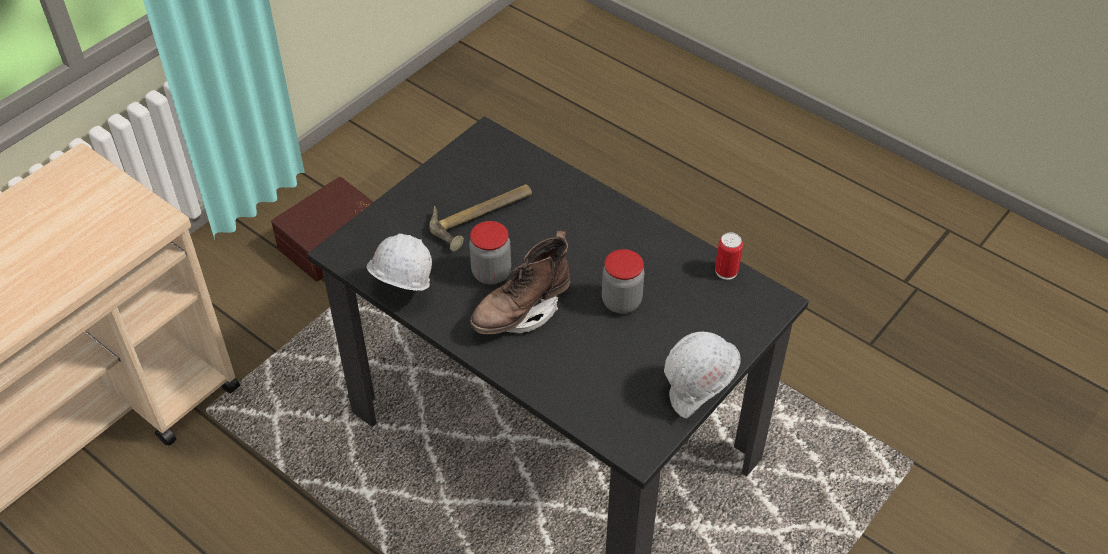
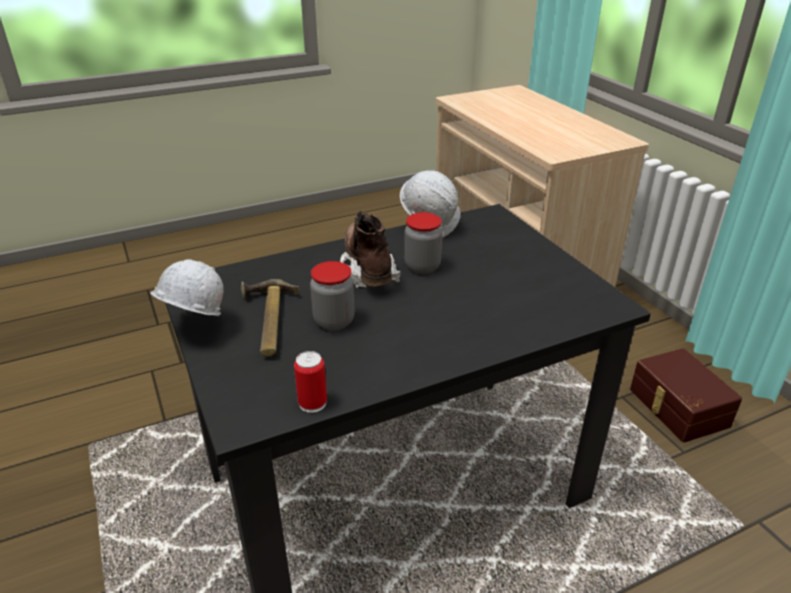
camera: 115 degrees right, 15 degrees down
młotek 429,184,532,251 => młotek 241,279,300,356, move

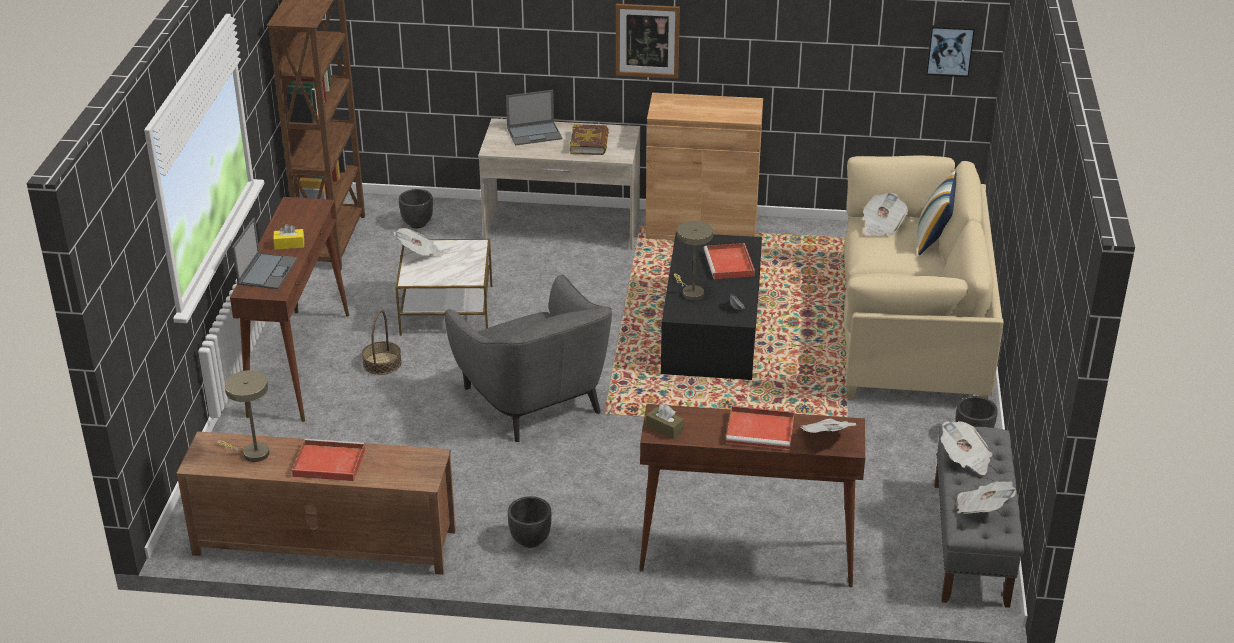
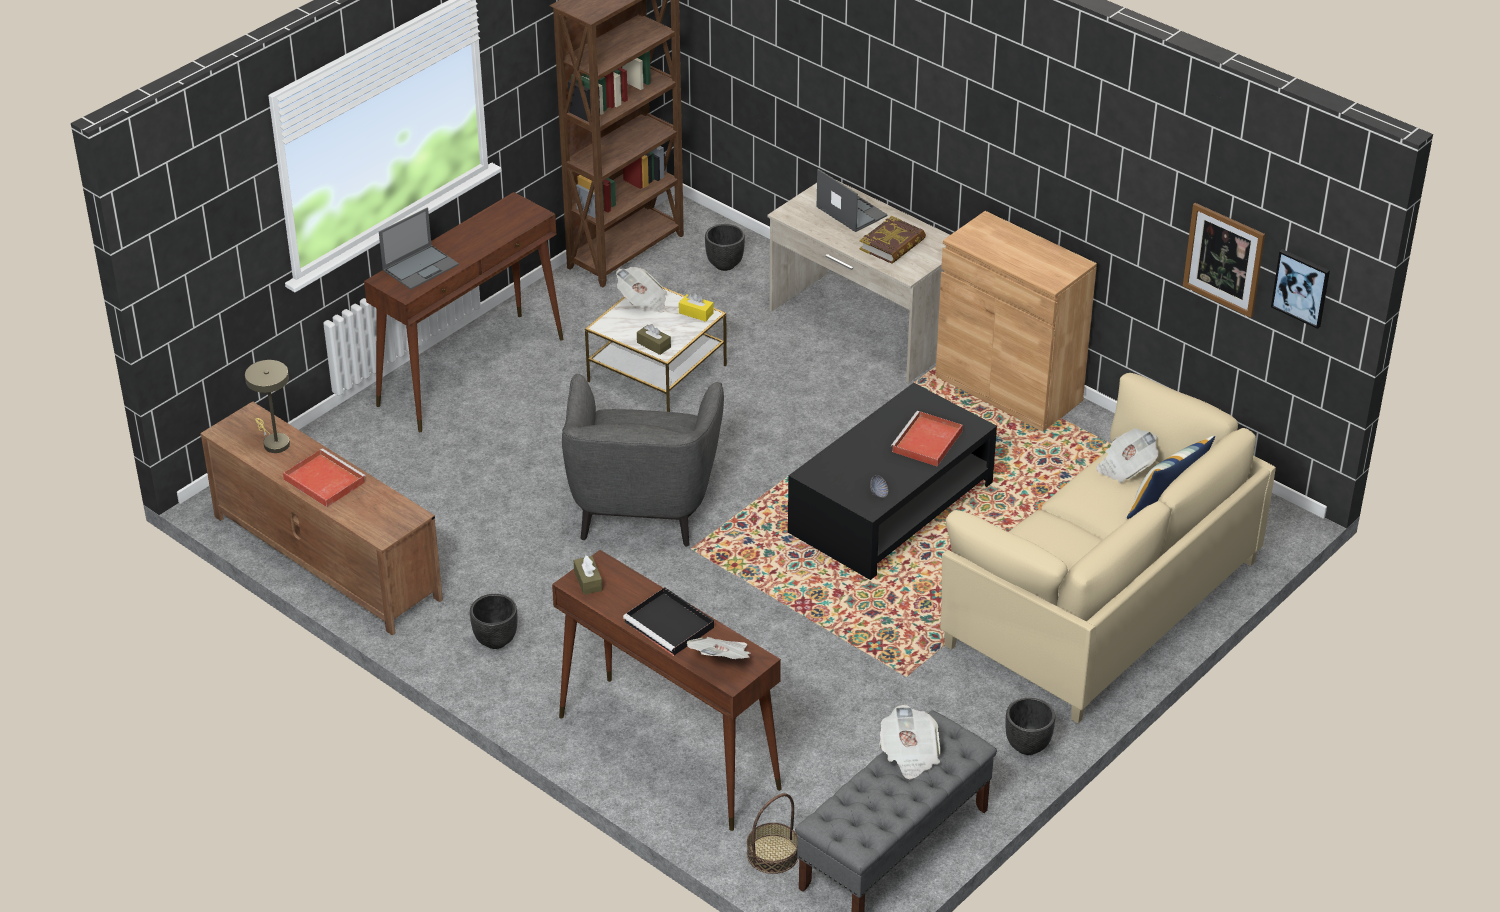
camera: 35 degrees right, 5 degrees up
obraz 616,4,680,79 => obraz 1183,203,1265,318, move
laptop 506,90,562,146 => laptop 816,169,888,232, 150 degrees counterclockwise
lampa stołowa (beżowy) 674,221,713,301 => nothing
pudełko chusteczek (żółty) 273,224,304,250 => pudełko chusteczek (żółty) 679,292,714,322, move
koszyk 362,310,402,375 => koszyk 747,793,798,874, move
taca (czerwony) 726,406,794,450 => taca (czarny) 623,587,714,656
gazeta 957,481,1016,514 => nothing
nothing => pudełko chusteczek (brązowy) 637,324,671,355

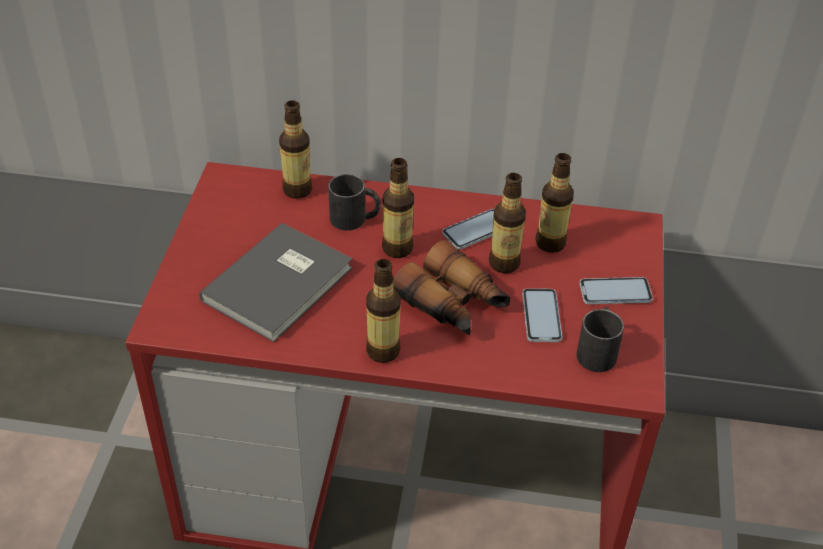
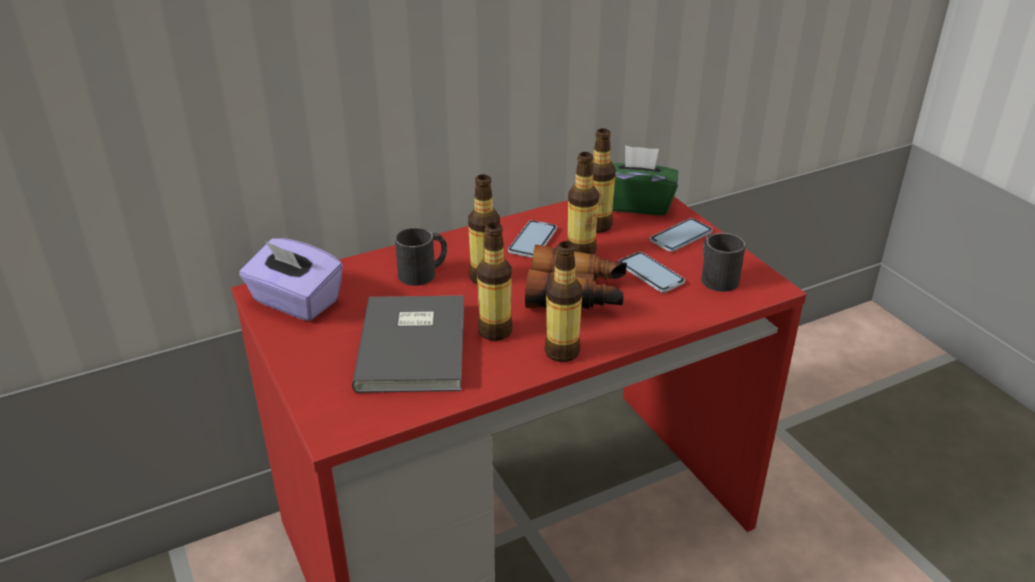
camera: 35 degrees left, 10 degrees down
butelka 279,100,312,199 => butelka 477,223,513,341, move
nothing => pudełko chusteczek (zielony) 612,145,678,215
nothing => pudełko chusteczek (fioletowy) 239,238,343,321

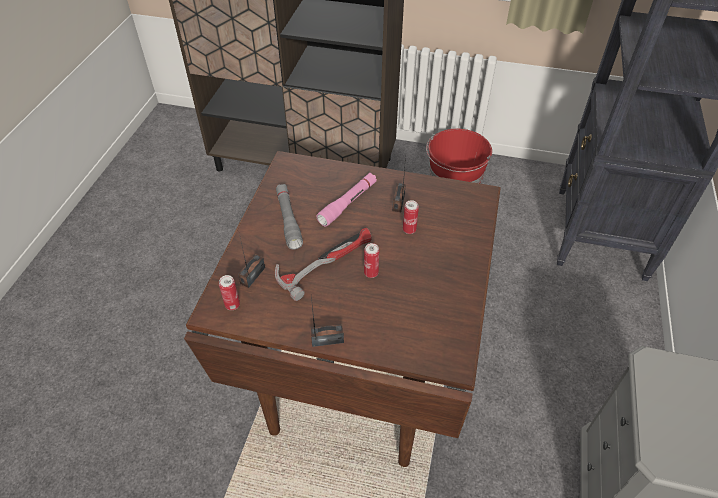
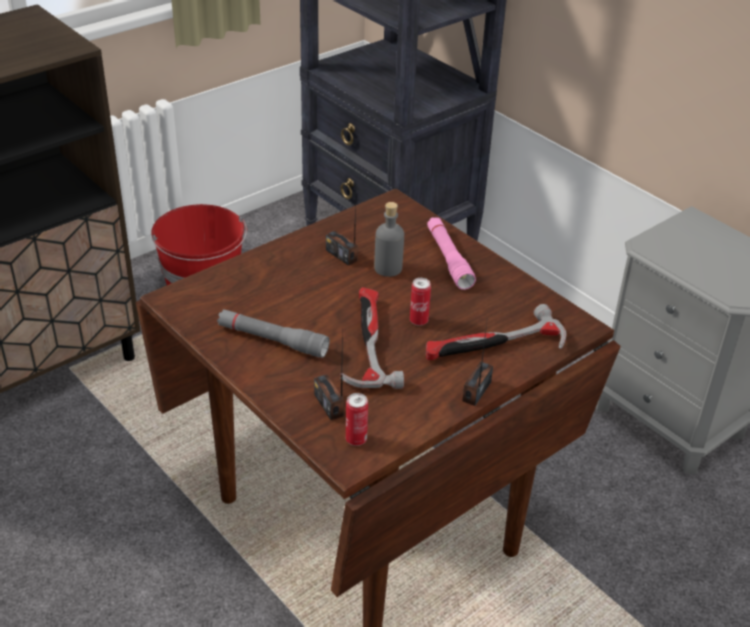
camera: 55 degrees left, 10 degrees down
latarka (różowy) 316,173,377,227 => latarka (różowy) 427,217,476,290, move
puszka 403,200,419,234 => butelka (szary) 374,202,404,277
nothing => młotek 426,304,567,360

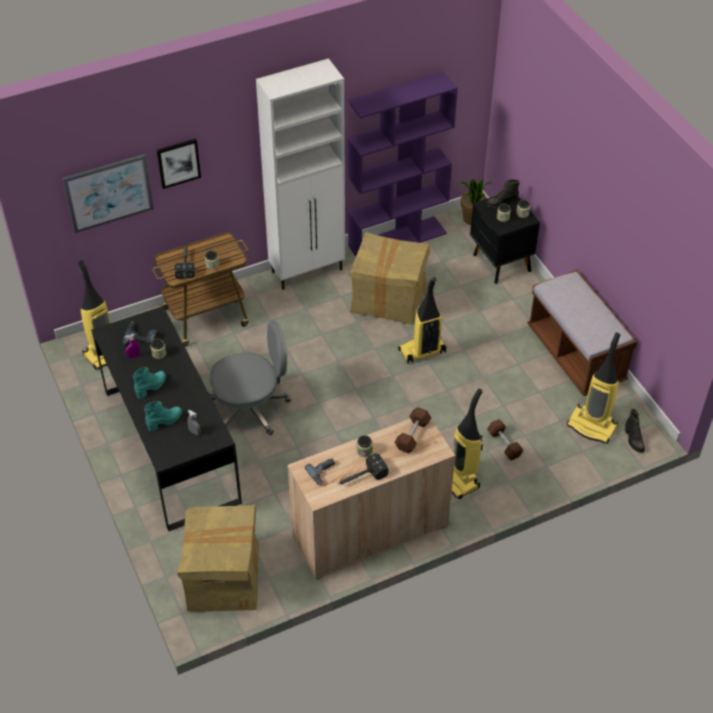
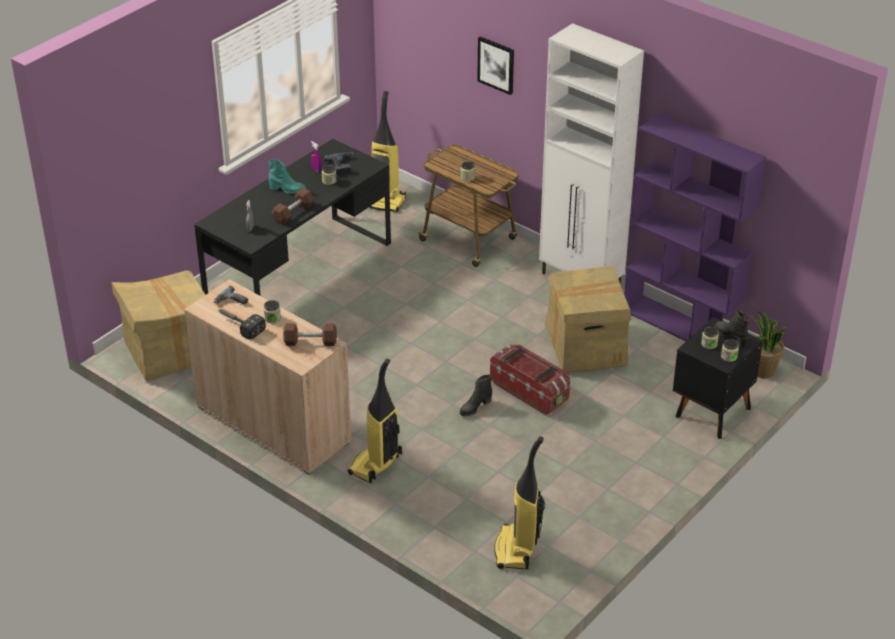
camera: 65 degrees right, 10 degrees down
obraz 62,154,154,233 => nothing
młotek 175,244,195,279 => nothing
ławka (brązowy) 528,270,637,396 => nothing
odkurzacz 398,277,446,364 => pojemnik do przechowywania 490,345,570,415
krzesło biurowe (szary) 209,321,291,436 => nothing
but z cholewką (turkusowy) 144,401,182,431 => nothing
but z cholewką (czarny) 625,409,645,453 => but z cholewką (czarny) 460,375,492,416, move
hantel (brązowy) 487,419,524,460 => hantel (brązowy) 272,188,314,224, move

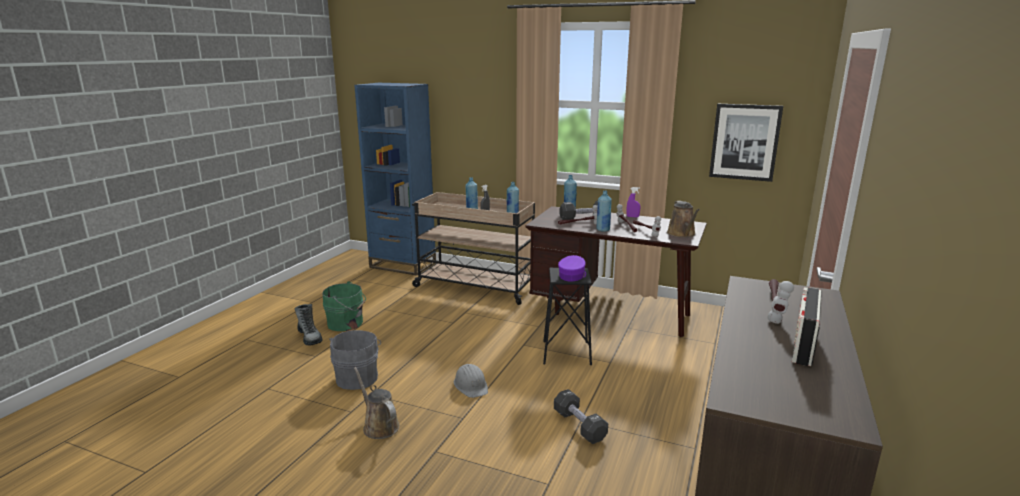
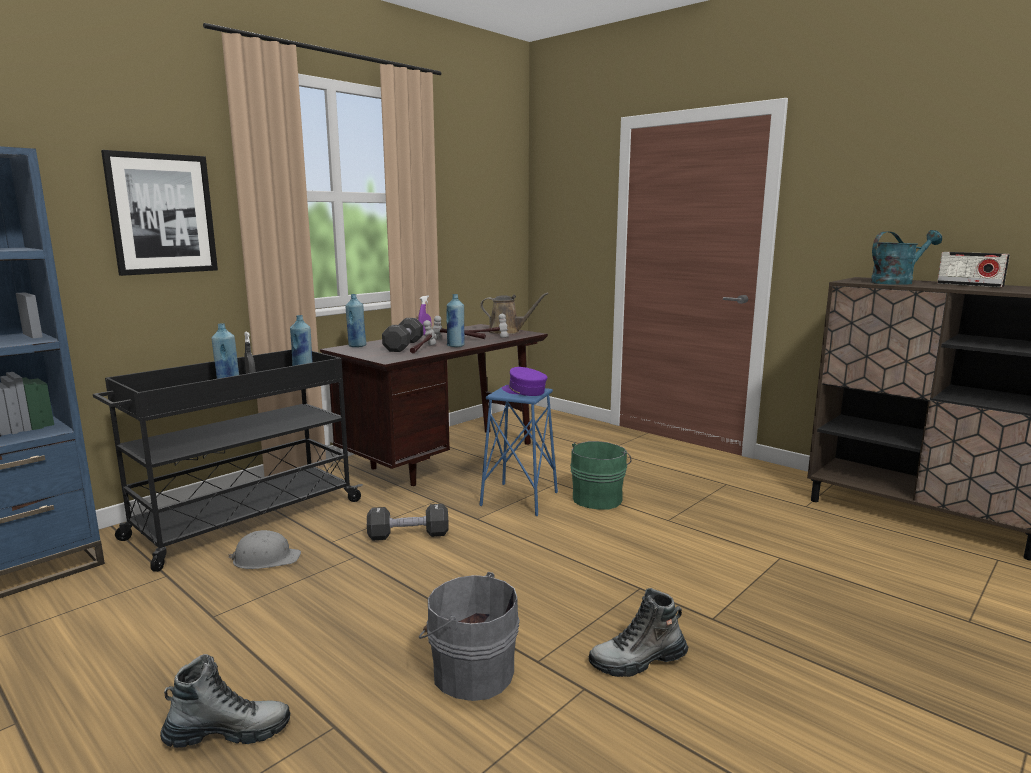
camera: 70 degrees left, 5 degrees down
obraz 709,104,783,182 => obraz 101,150,218,276, move
wózek (beżowy) 412,192,535,305 => wózek (czarny) 93,349,363,572
stołek (czarny) 543,268,592,365 => stołek (niebieski) 480,385,558,516
młotek 767,279,794,324 => konewka (turkusowy) 871,230,942,285
wiadro (zielony) 322,281,366,331 => wiadro (zielony) 570,441,632,510, move
kask (szary) 454,364,488,398 => kask (szary) 228,530,301,569, move
konewka (brązowy) 354,367,399,439 => but z cholewką 589,588,688,677
hantel (czarny) 554,389,608,444 => hantel (czarny) 367,504,449,541, move

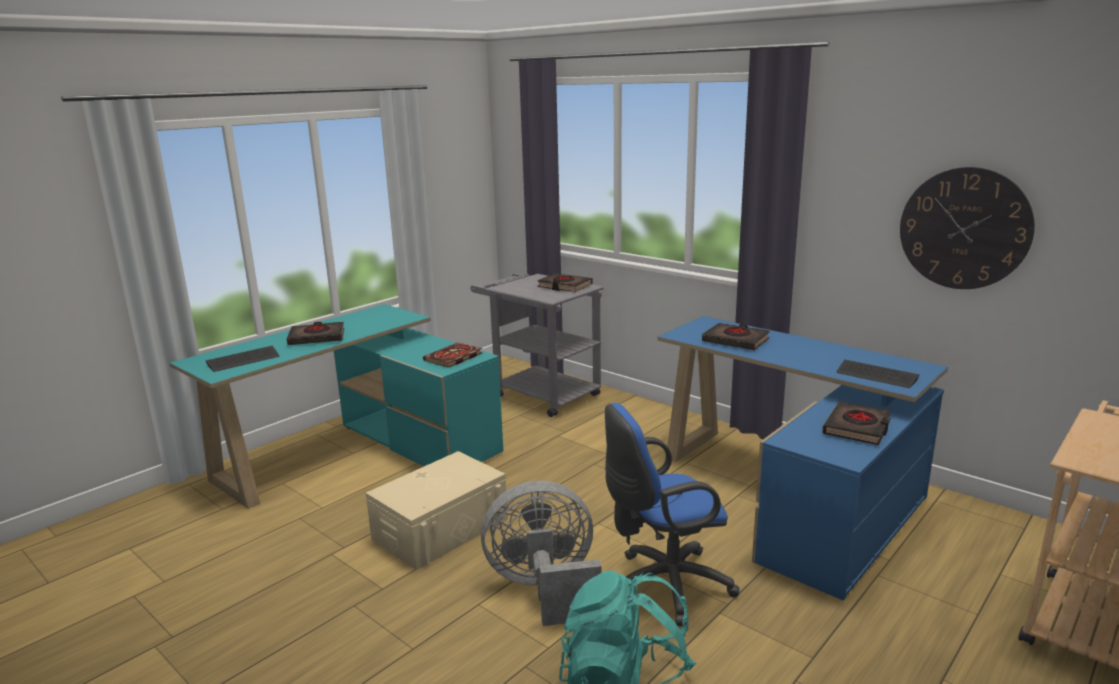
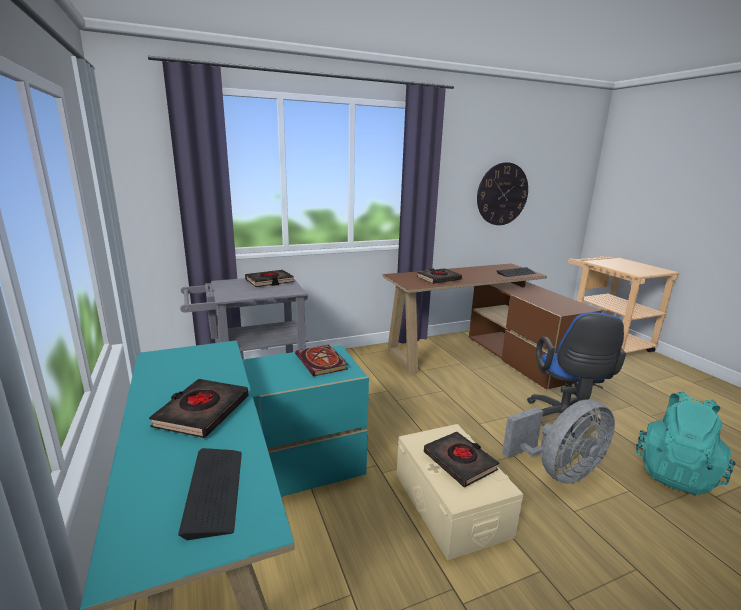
camera: 65 degrees left, 0 degrees up
biurko (niebieski) 657,316,948,601 => biurko (brązowy) 382,264,602,390
książka (czarny) 822,401,891,445 => książka (czarny) 424,432,499,487, move
wentylator (szary) 481,481,602,626 => wentylator (szary) 502,400,615,484, 135 degrees counterclockwise

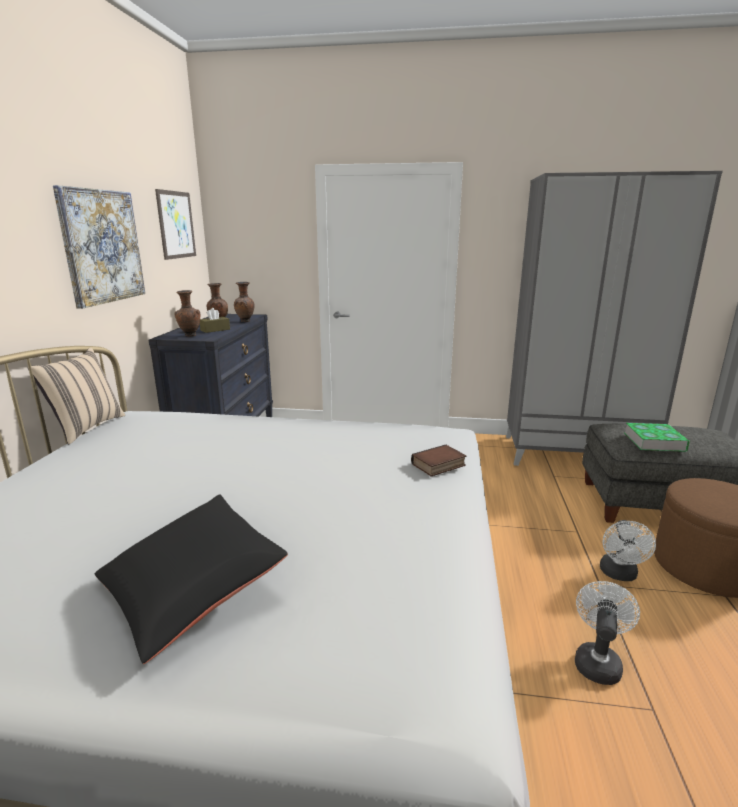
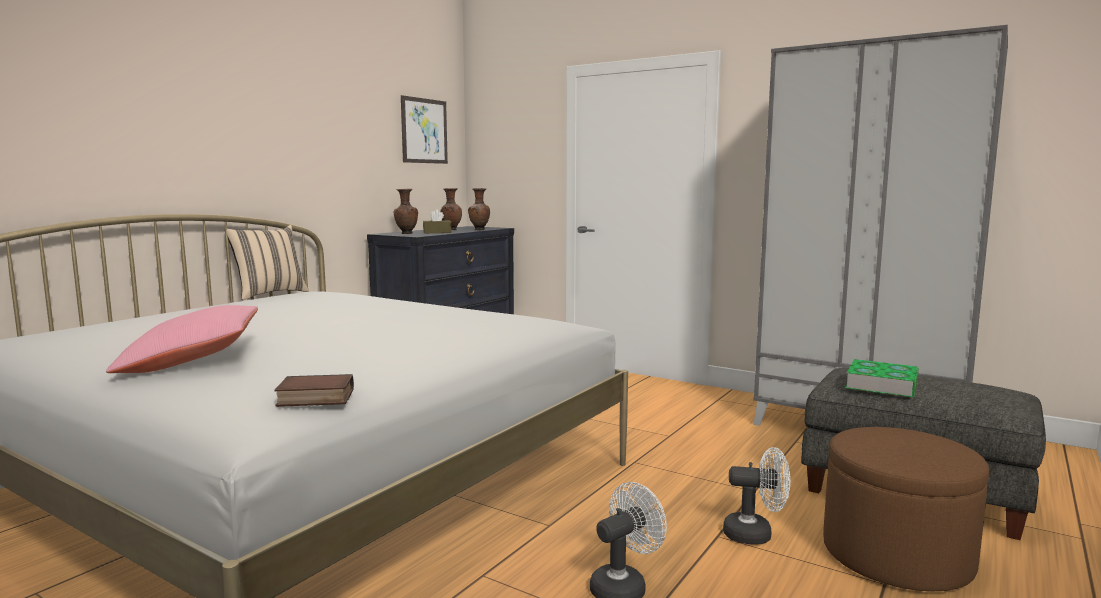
camera: 25 degrees right, 10 degrees down
obraz 53,185,145,309 => nothing
książka 411,445,466,477 => książka 274,374,354,407, move
poduszka (czarny) 95,494,288,664 => poduszka (różowy) 106,305,258,373
wentylator (biały) 600,520,656,581 => wentylator (biały) 723,447,790,545, 120 degrees counterclockwise

